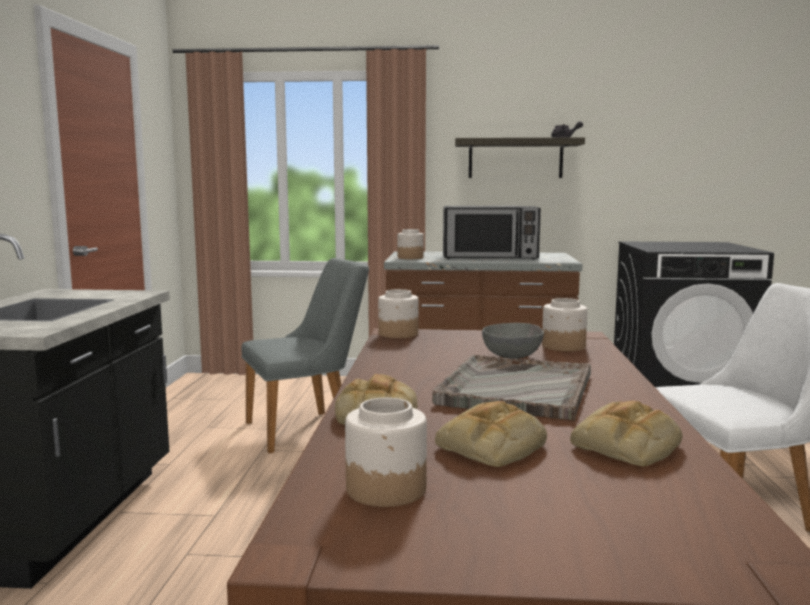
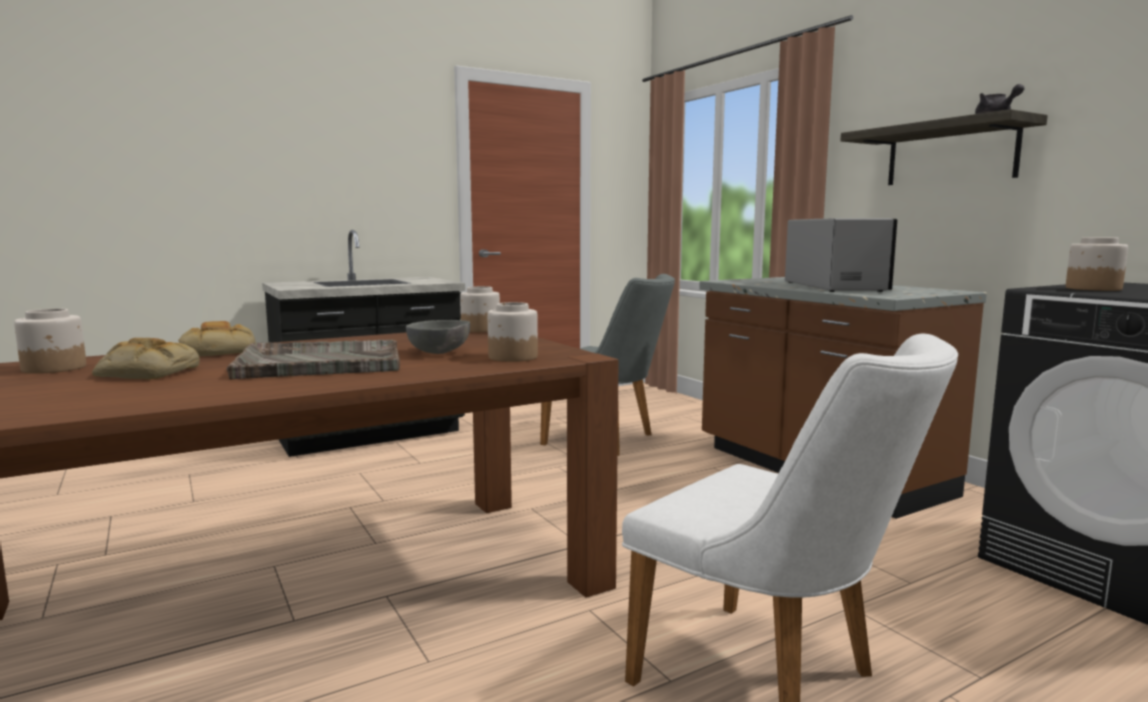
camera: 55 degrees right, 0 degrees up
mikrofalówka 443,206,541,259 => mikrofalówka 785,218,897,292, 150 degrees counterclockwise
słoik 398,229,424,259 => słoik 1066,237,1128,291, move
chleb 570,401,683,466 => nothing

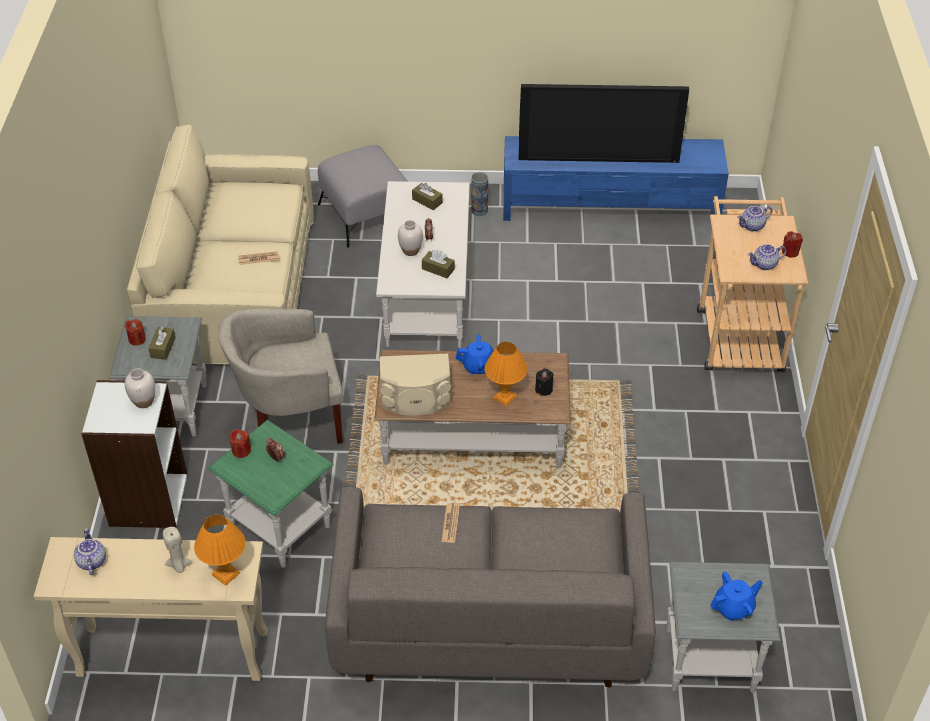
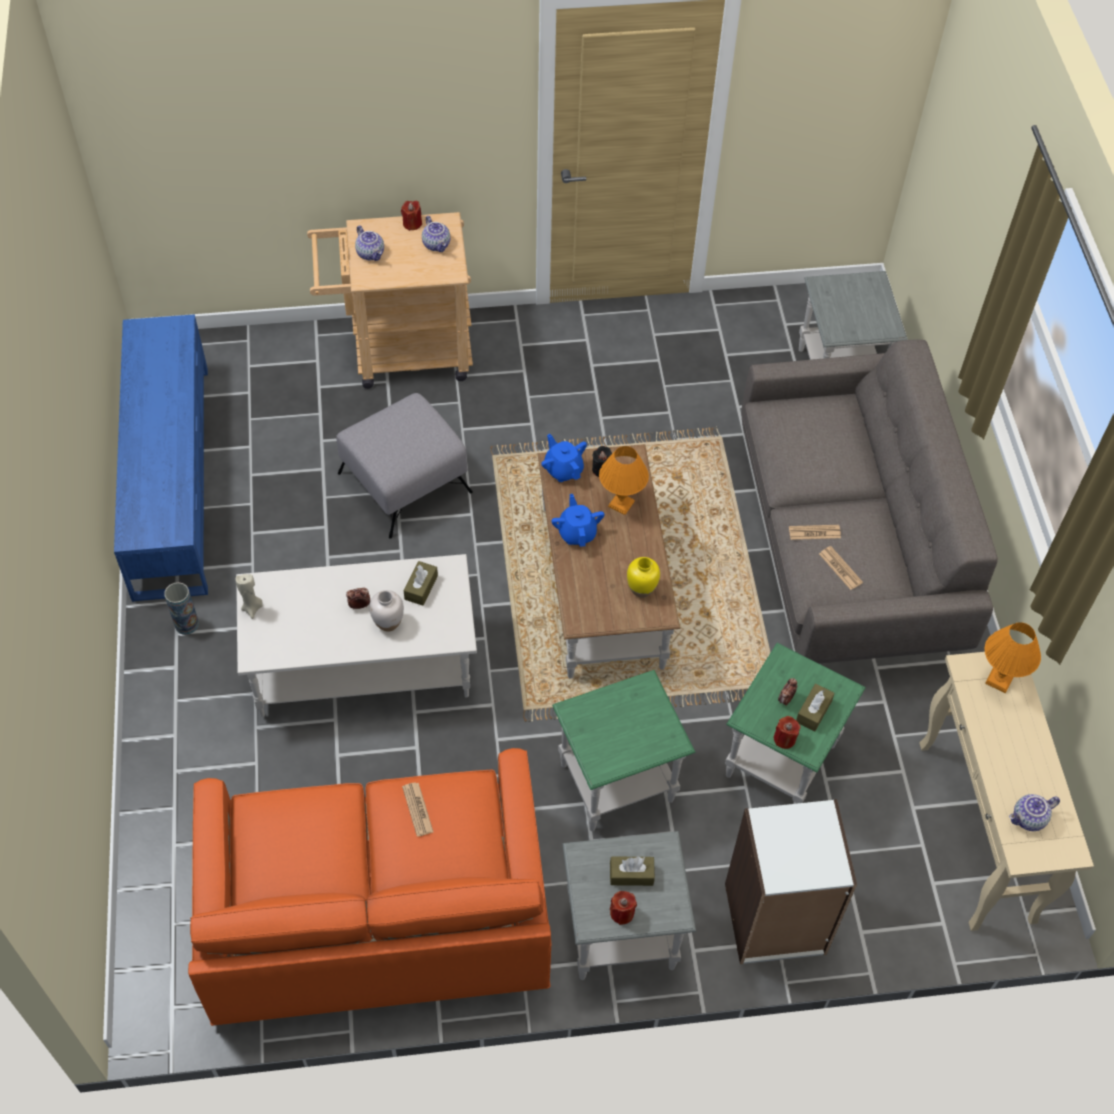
camera: 100 degrees left, 10 degrees up
telewizor 519,84,689,163 => nothing
kanapa (beżowy) 127,124,314,364 => kanapa (pomarańczowy) 188,748,552,1026
pufa (szary) 318,145,408,248 => pufa (szary) 336,393,473,538, move
pudełko chusteczek (brązowy) 412,183,443,210 => pudełko chusteczek (brązowy) 796,683,835,731, move
fotel (beżowy) 218,308,344,444 => stolik (zielony) 552,670,695,831
głośnik (beżowy) 380,354,451,416 => wazon (żółty) 627,557,660,598
wazon (biały) 125,368,155,408 => nothing
świeca (beżowy) 163,527,192,573 => świeca (beżowy) 235,574,263,619, move
imbryk (niebieski) 710,572,763,621 => imbryk (niebieski) 541,434,587,482, move
nothing => gazeta 819,546,863,590

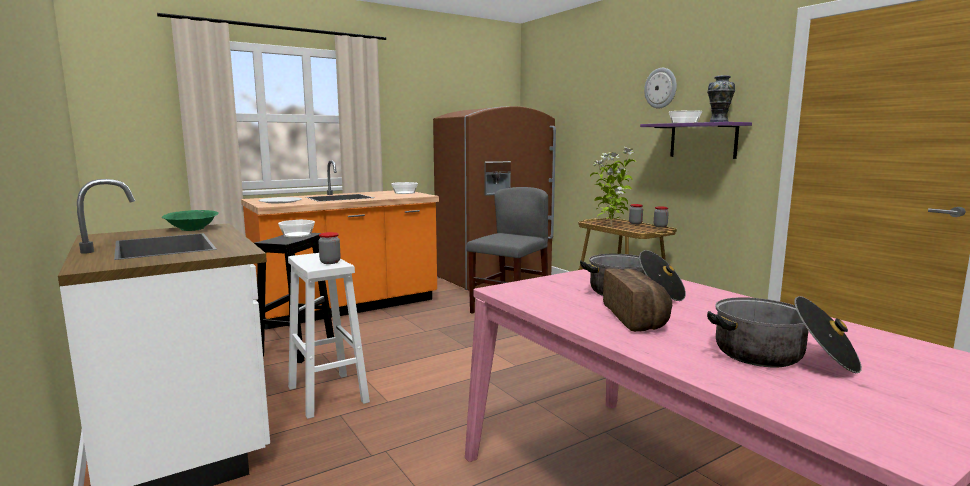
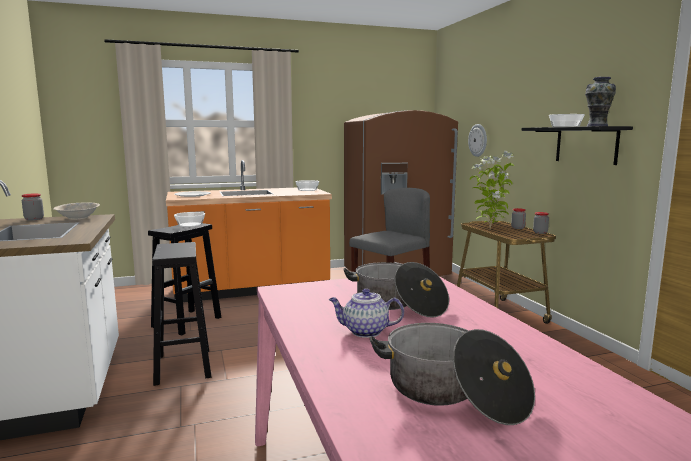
camera: 15 degrees right, 0 degrees up
zegar ścienny 644,68,677,108 => zegar ścienny 468,124,487,157, move
półka (fioletowy) 640,122,752,159 => półka (czarny) 521,126,633,165
miska (zielony) 162,210,219,231 => miska (beżowy) 53,202,100,220
słoik 318,232,341,264 => słoik 22,193,44,220, move
stołek (biały) 288,253,370,419 => stołek (czarny) 152,242,211,386
chleb 603,268,672,332 => imbryk 329,288,404,338

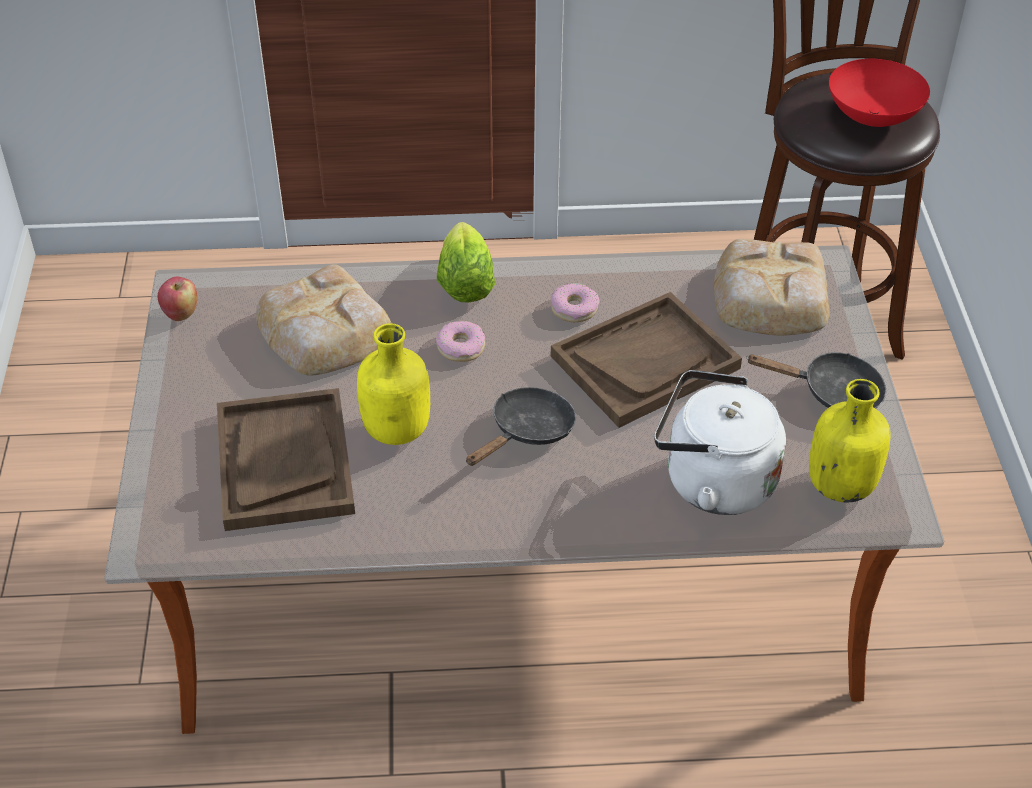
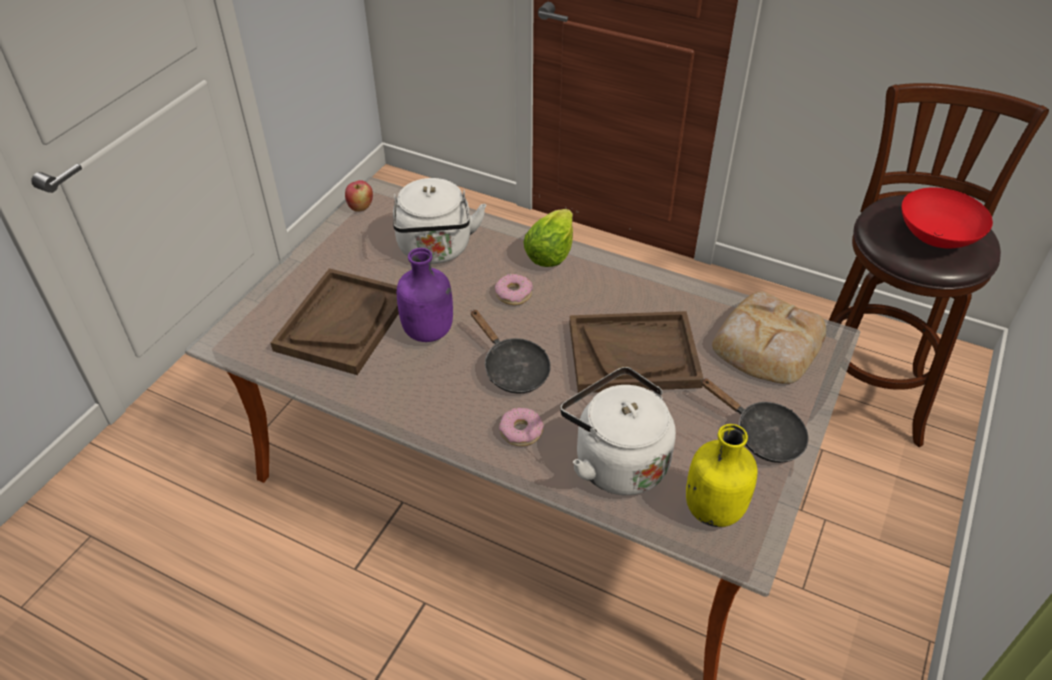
camera: 30 degrees right, 0 degrees up
chleb 256,264,392,375 => czajnik (biały) 393,178,486,264
donut 551,283,600,322 => donut 499,408,544,446, move
butelka (żółty) 357,323,430,445 => butelka (fioletowy) 397,248,453,342
patelnia (czarny) 466,387,576,466 => patelnia (czarny) 471,309,551,394, 75 degrees clockwise

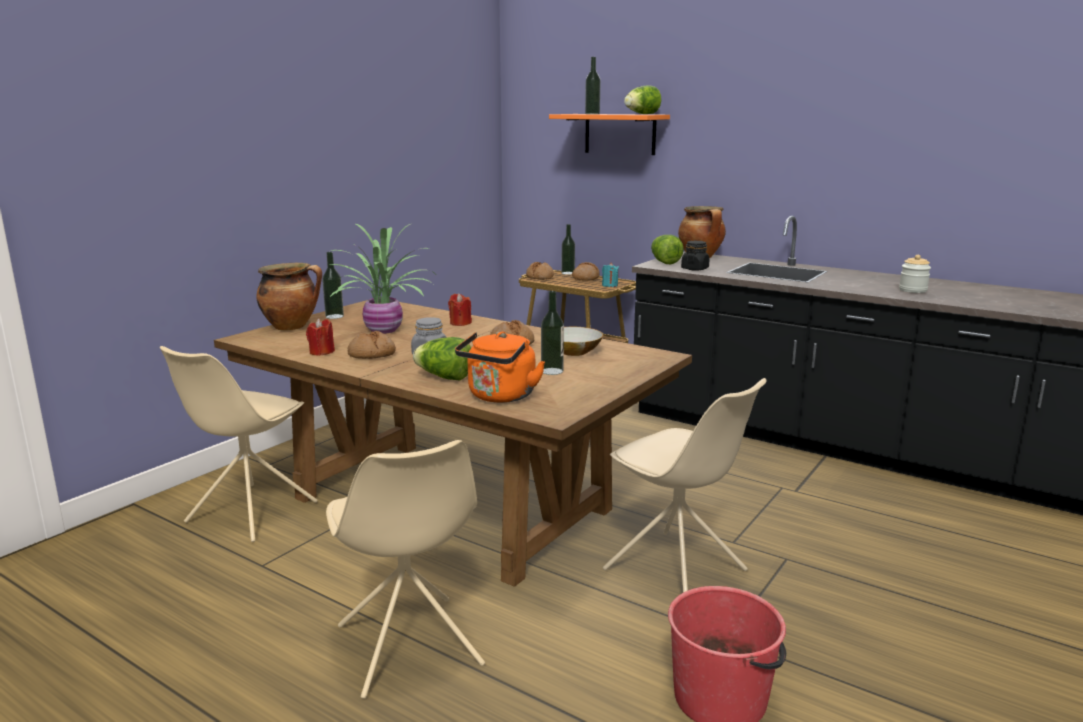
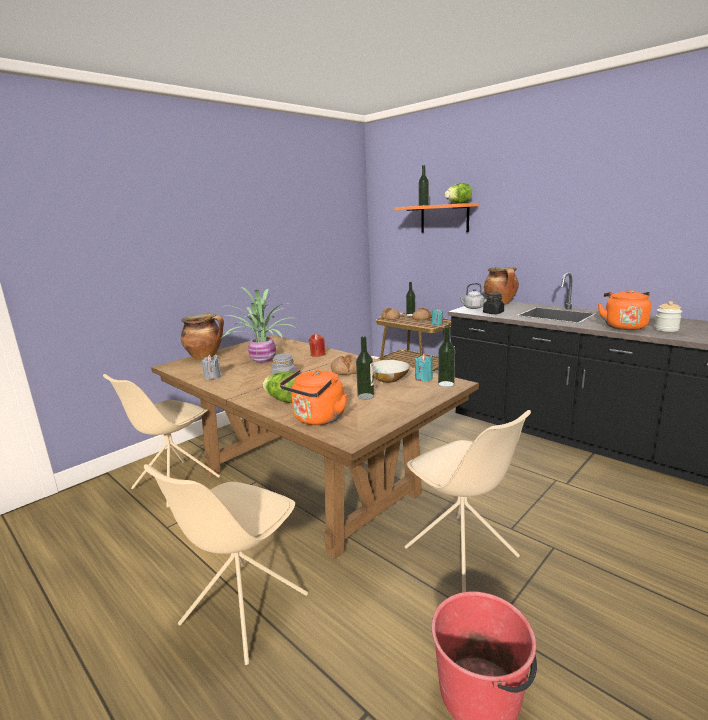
camera: 10 degrees right, 0 degrees up
sałata 651,235,684,264 => czajnik (szary) 458,283,485,309
butelka 322,252,344,319 => butelka 438,326,455,387, move
świeca (czerwony) 306,318,335,356 => świeca (szary) 201,354,222,381
chleb 348,331,396,359 => nothing
krzesło (beżowy) 326,440,485,699 => krzesło (beżowy) 144,464,308,665, 45 degrees clockwise
nothing => czajnik (pomarańczowy) 598,290,651,330
nothing => świeca (turkusowy) 415,353,433,381

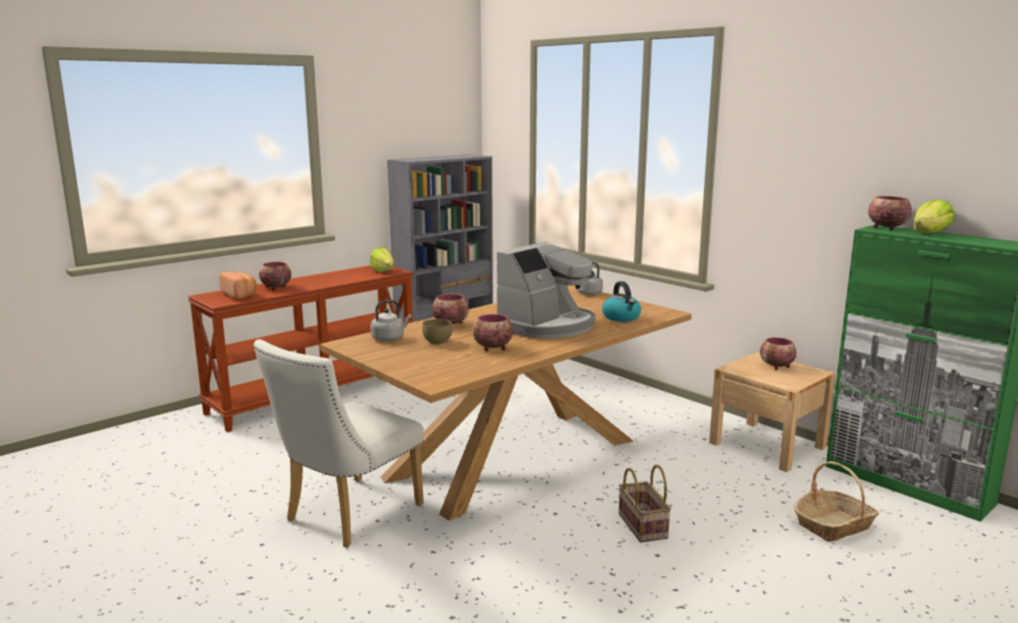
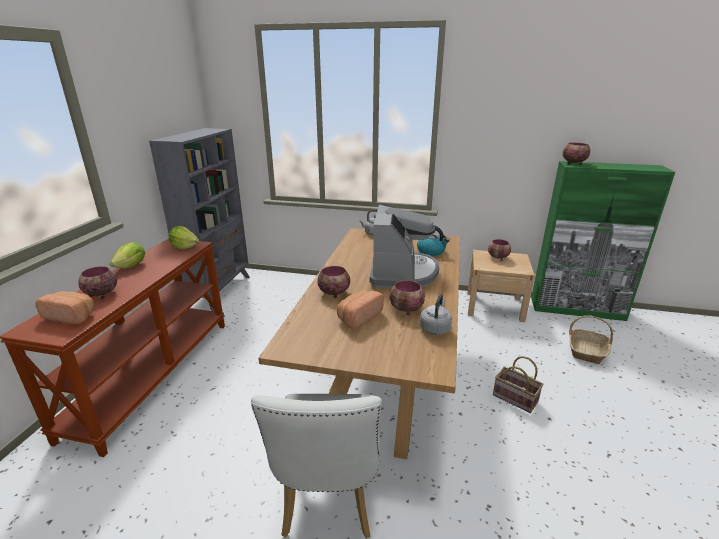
camera: 35 degrees left, 10 degrees up
sałata 914,199,954,233 => sałata 110,242,145,269, move
czajnik (szary) 371,300,412,341 => czajnik (szary) 420,293,452,335, move
miska (brązowy) 422,319,453,345 => chleb 337,290,384,329

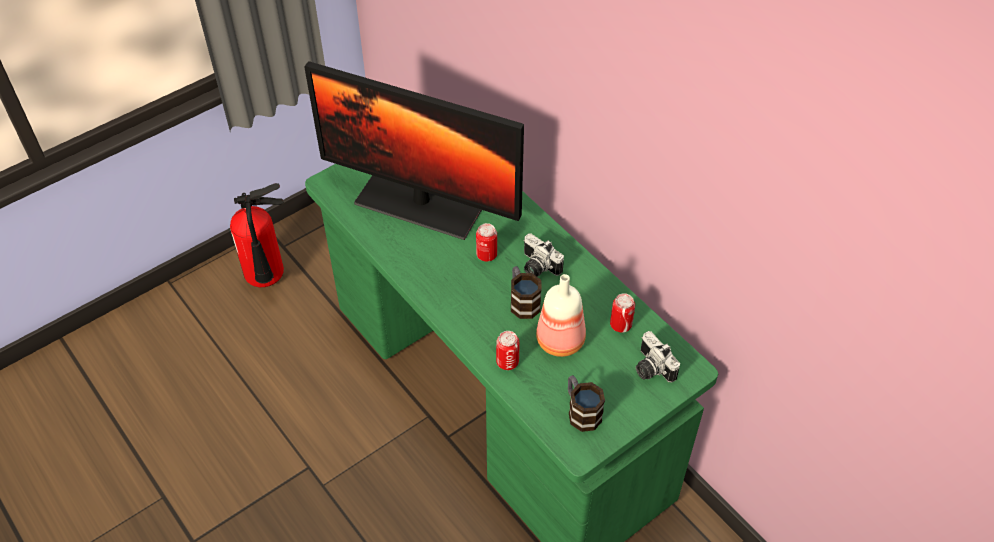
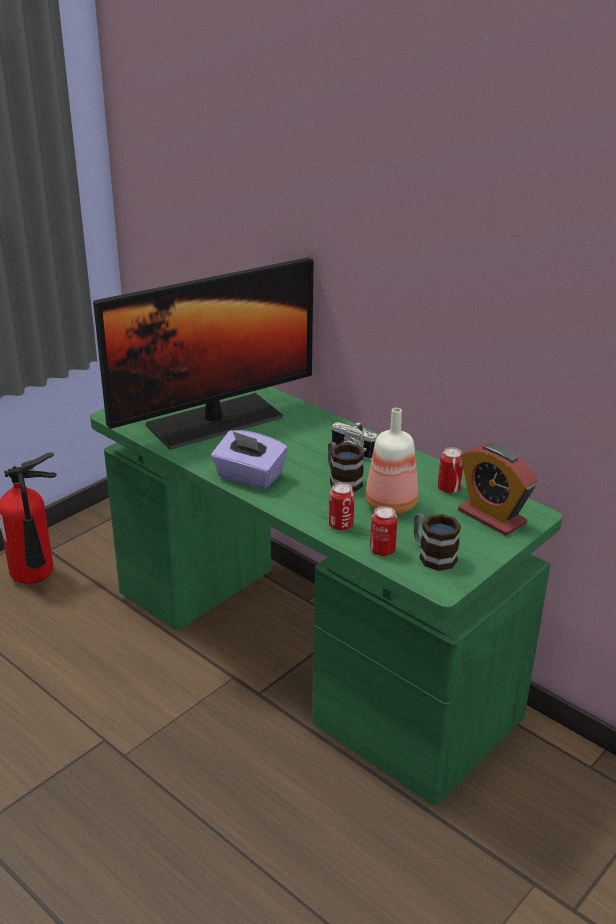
camera: 10 degrees left, 20 degrees down
monitor 304,61,524,240 => monitor 93,257,314,450, 45 degrees counterclockwise
puszka 476,223,497,262 => puszka 370,506,397,556, move
aparat fotograficzny 636,331,680,382 => budzik 458,443,537,536
nothing => pudełko chusteczek (fioletowy) 211,430,288,489

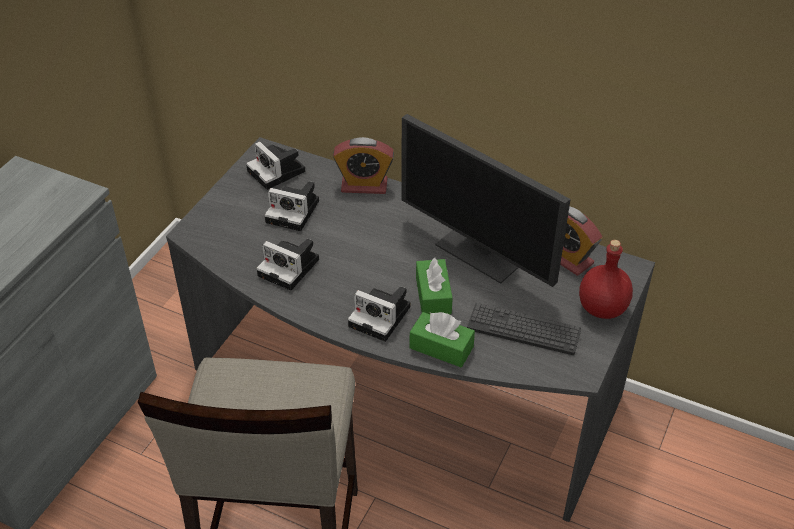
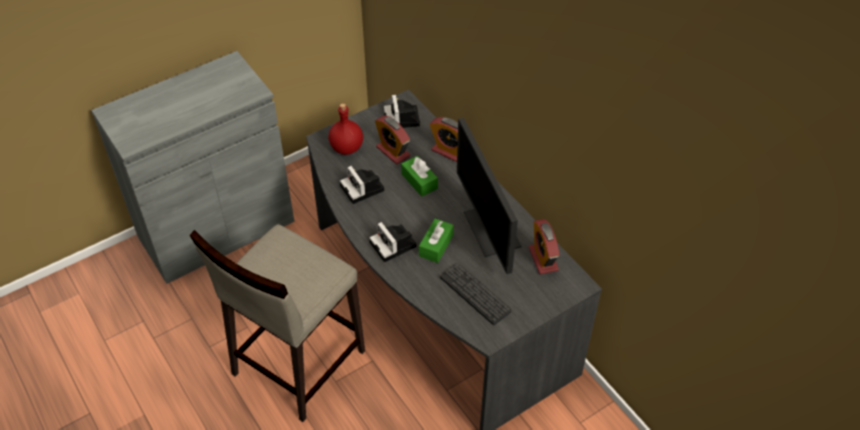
camera: 30 degrees right, 5 degrees up
aparat fotograficzny 264,181,319,231 => budzik 375,116,410,164
butelka (czerwony) 579,240,633,319 => butelka (czerwony) 329,103,363,155, move
pudełko chusteczek (zielony) 409,312,475,367 => pudełko chusteczek (zielony) 401,156,438,197, move

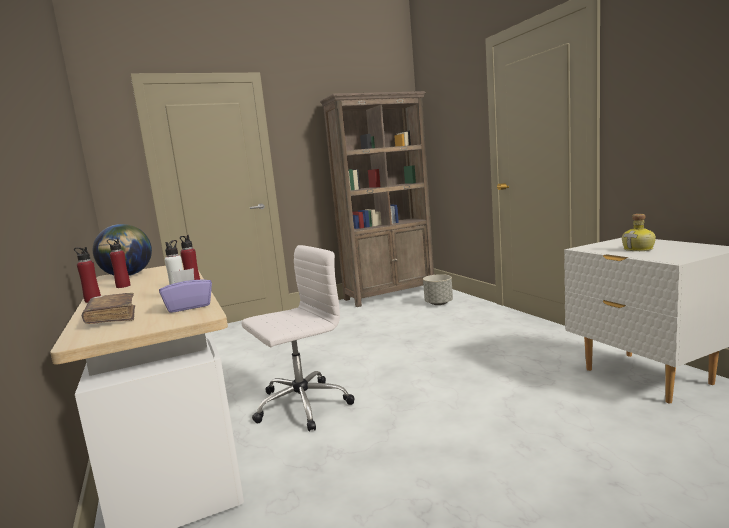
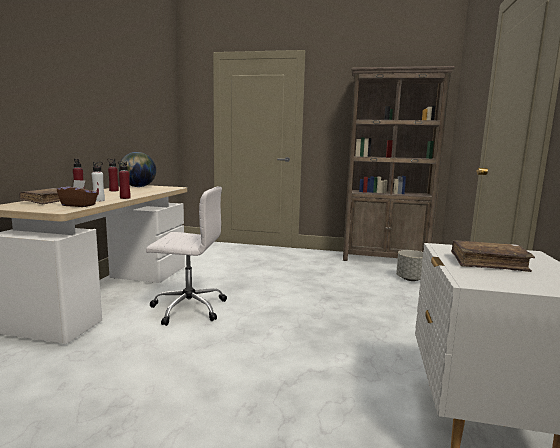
camera: 35 degrees right, 0 degrees up
butelka 622,214,656,251 => książka (brązowy) 451,240,535,272
pudełko chusteczek (fioletowy) 159,268,212,313 => pudełko chusteczek (brązowy) 57,180,98,207

